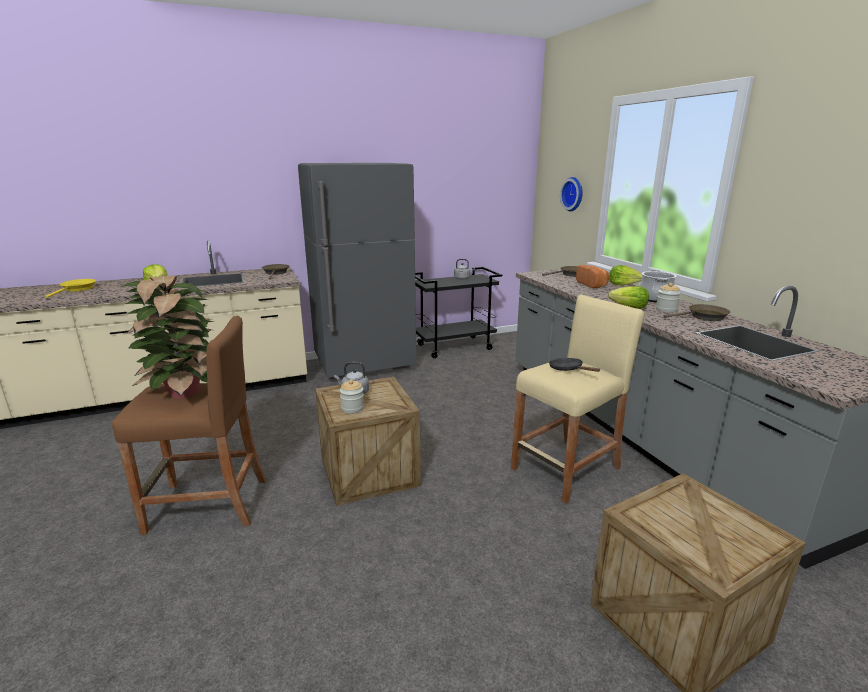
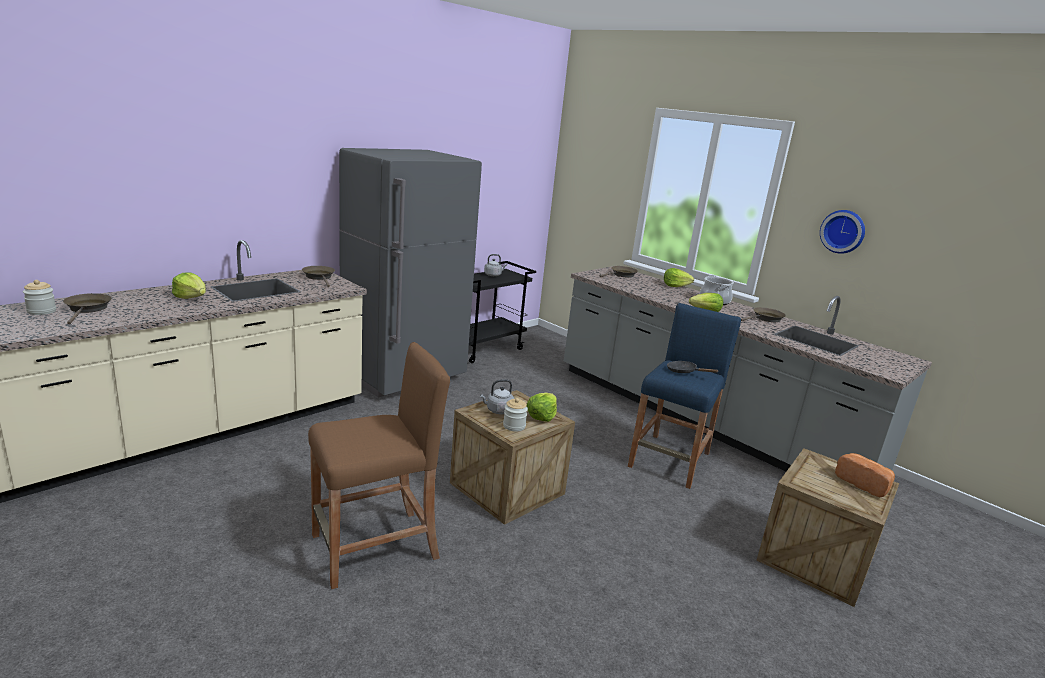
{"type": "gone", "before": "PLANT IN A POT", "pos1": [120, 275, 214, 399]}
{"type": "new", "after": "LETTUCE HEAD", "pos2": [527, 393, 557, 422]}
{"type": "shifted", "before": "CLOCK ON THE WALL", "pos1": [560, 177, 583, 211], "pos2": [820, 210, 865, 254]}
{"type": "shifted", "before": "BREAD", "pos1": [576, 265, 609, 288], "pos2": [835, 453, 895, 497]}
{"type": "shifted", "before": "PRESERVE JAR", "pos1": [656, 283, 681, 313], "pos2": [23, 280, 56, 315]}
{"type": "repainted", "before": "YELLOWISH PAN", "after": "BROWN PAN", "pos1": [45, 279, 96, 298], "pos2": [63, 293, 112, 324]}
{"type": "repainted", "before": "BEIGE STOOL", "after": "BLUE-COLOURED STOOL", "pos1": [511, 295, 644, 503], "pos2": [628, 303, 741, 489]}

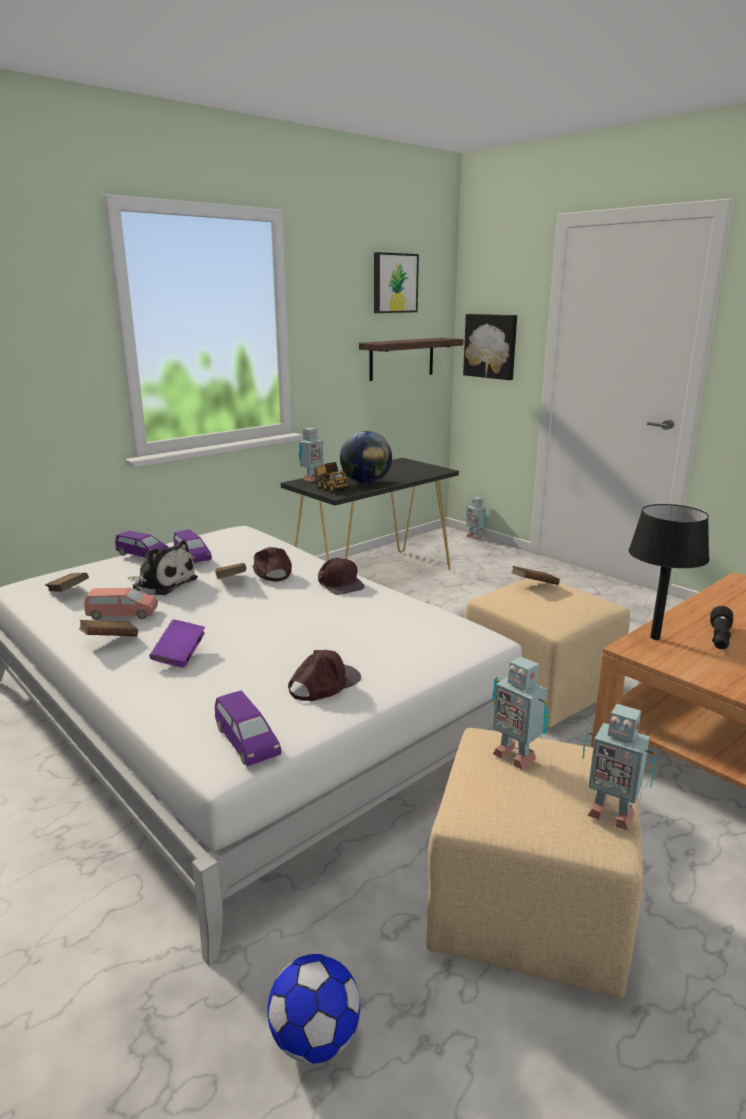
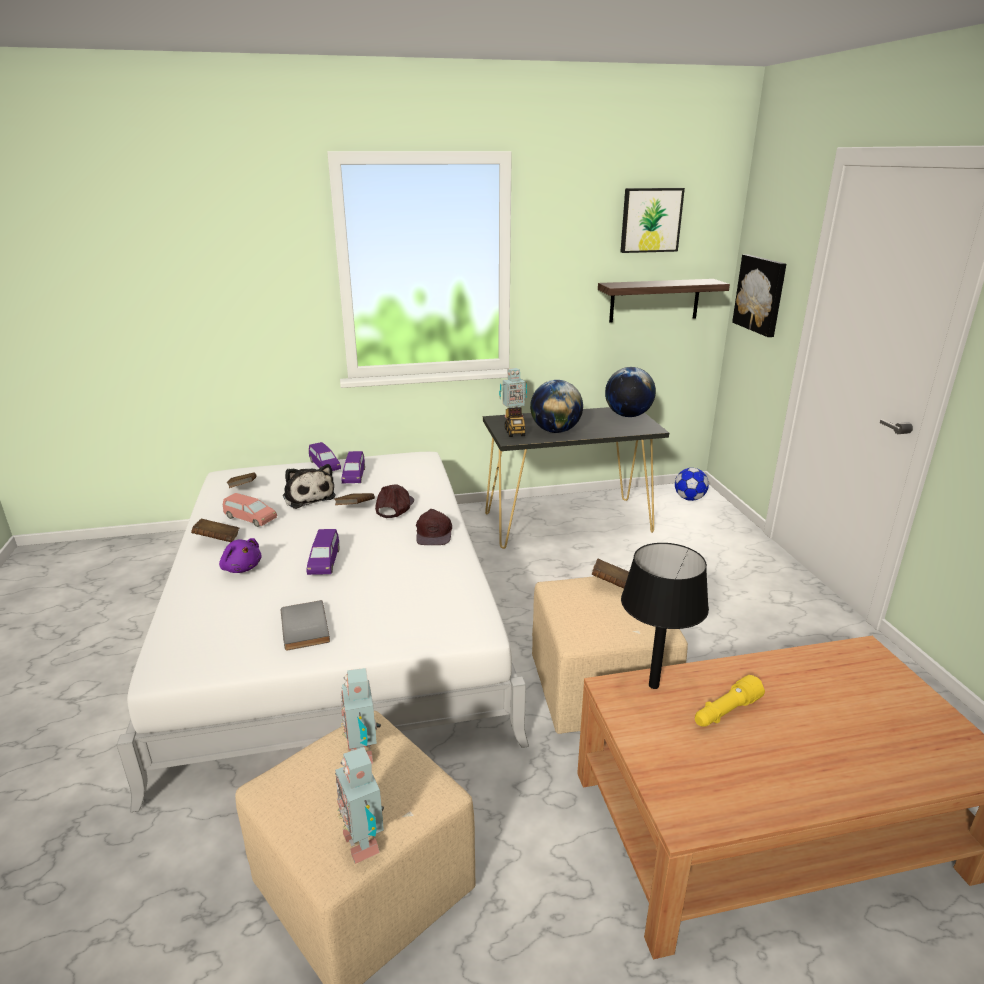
{"type": "gone", "before": "MODEL ROBOT", "pos1": [466, 497, 486, 540]}
{"type": "new", "after": "GLOBE", "pos2": [605, 367, 656, 417]}
{"type": "shifted", "before": "PURPLE-COLOURED TOY CAR", "pos1": [215, 690, 281, 766], "pos2": [306, 529, 339, 575]}
{"type": "shifted", "before": "FOOTBALL BALL", "pos1": [267, 954, 360, 1064], "pos2": [675, 468, 709, 501]}
{"type": "swapped", "before": "PURPLE-COLOURED BOOK", "after": "PURPLE-COLOURED PLUSH TOY", "pos1": [149, 619, 205, 668], "pos2": [219, 538, 262, 573]}
{"type": "swapped", "before": "BROWN PEAKED CAP", "after": "GREYISH BOOK", "pos1": [288, 650, 361, 701], "pos2": [281, 600, 330, 650]}
{"type": "repainted", "before": "BLACKISH FLASHLIGHT", "after": "YELLOWISH FLASHLIGHT", "pos1": [710, 606, 733, 649], "pos2": [695, 675, 765, 727]}

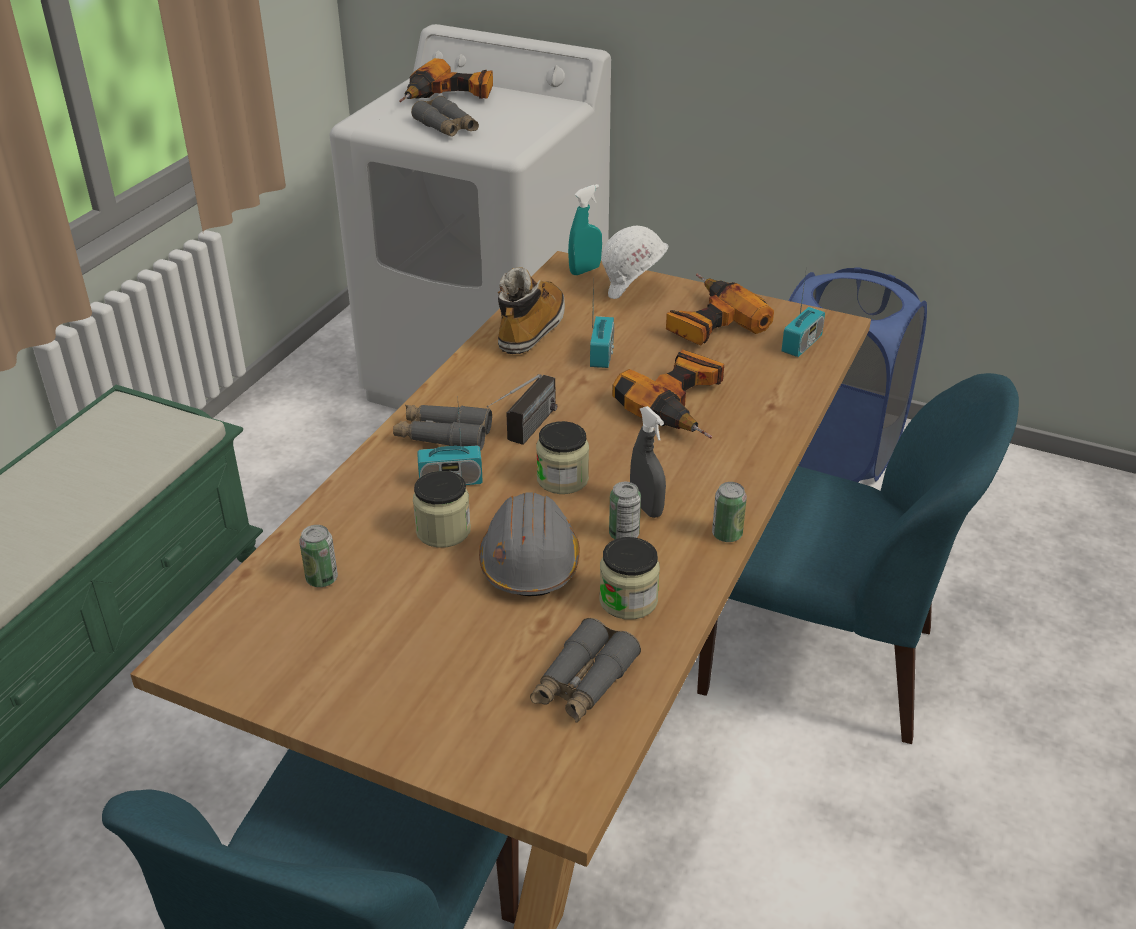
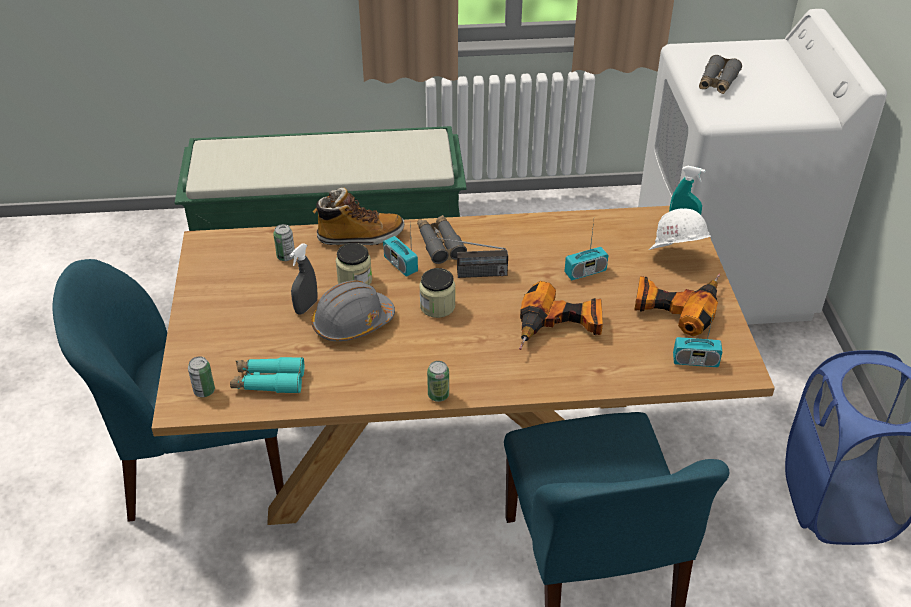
{"type": "gone", "before": "DRILL", "pos1": [399, 58, 493, 102]}
{"type": "gone", "before": "PRESERVE JAR", "pos1": [599, 537, 660, 620]}
{"type": "shifted", "before": "TALL BOOT", "pos1": [498, 267, 565, 354], "pos2": [312, 188, 404, 245]}
{"type": "shifted", "before": "SEALED CAN", "pos1": [609, 482, 641, 539], "pos2": [188, 356, 215, 397]}
{"type": "shifted", "before": "GREYISH SPRAYER", "pos1": [630, 406, 666, 518], "pos2": [290, 244, 318, 315]}
{"type": "repainted", "before": "GREYISH FIELD GLASSES", "after": "BLUE-GREEN FIELD GLASSES", "pos1": [530, 618, 641, 723], "pos2": [230, 357, 304, 394]}

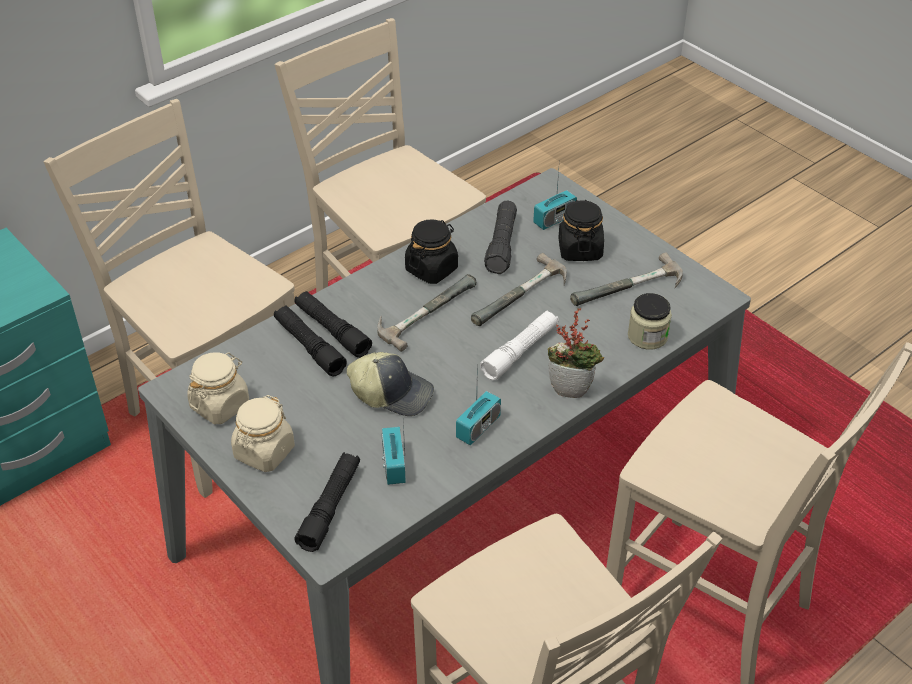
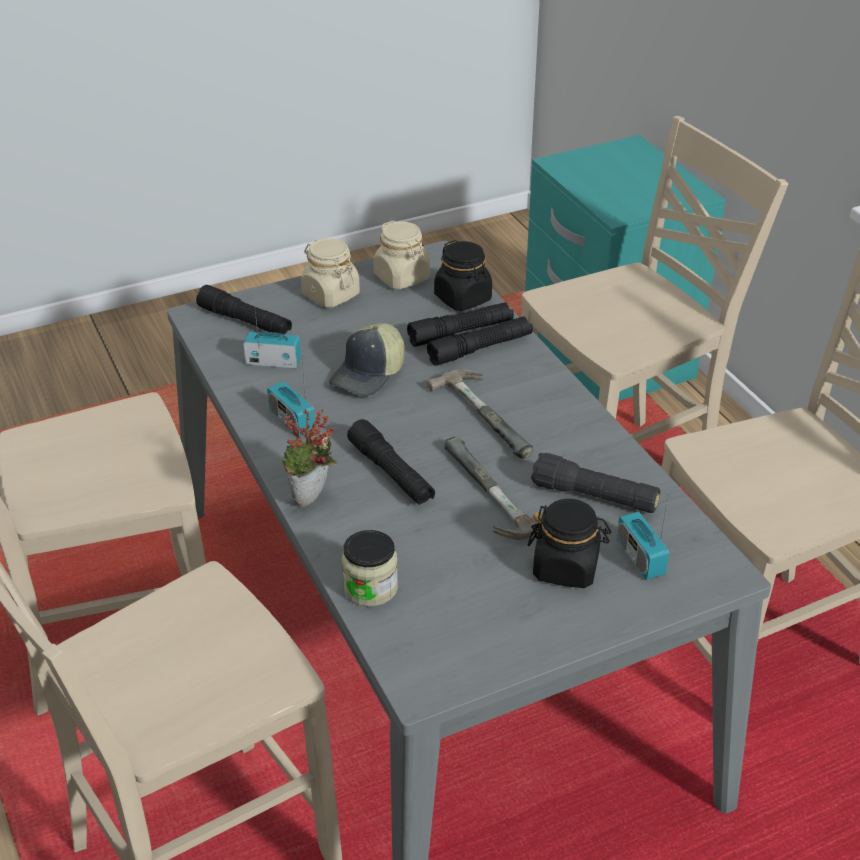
{"type": "gone", "before": "TOOL HAMMER", "pos1": [570, 253, 683, 306]}
{"type": "shifted", "before": "BLACKISH PRESERVE JAR", "pos1": [405, 219, 458, 284], "pos2": [434, 240, 492, 311]}
{"type": "repainted", "before": "WHITE-COLOURED FLASHLIGHT", "after": "BLACKISH FLASHLIGHT", "pos1": [480, 310, 559, 380], "pos2": [347, 419, 435, 505]}

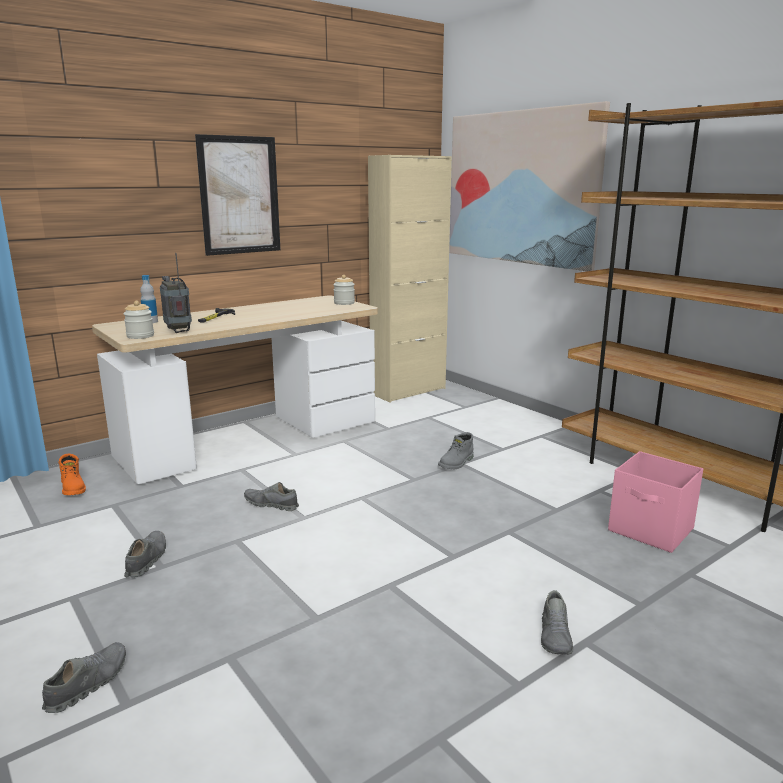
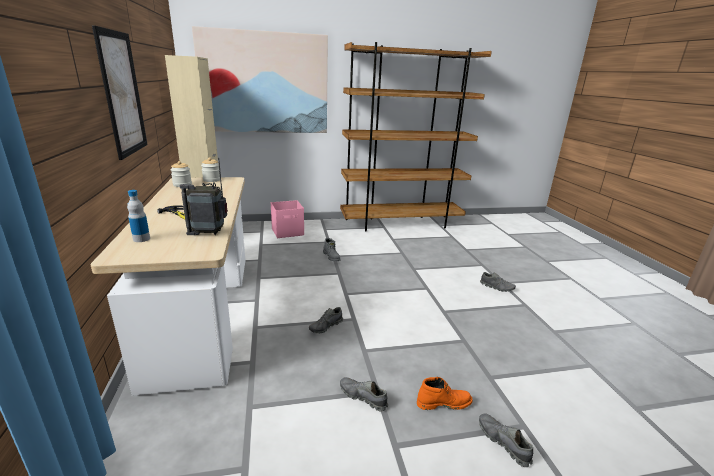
{"type": "shifted", "before": "ORANGEY TALL BOOT", "pos1": [59, 454, 86, 495], "pos2": [417, 377, 472, 410]}
{"type": "shifted", "before": "PRESERVE JAR", "pos1": [123, 301, 154, 339], "pos2": [170, 161, 192, 187]}
{"type": "shifted", "before": "PINK-COLOURED STORAGE CONTAINER", "pos1": [608, 451, 703, 553], "pos2": [271, 200, 304, 238]}

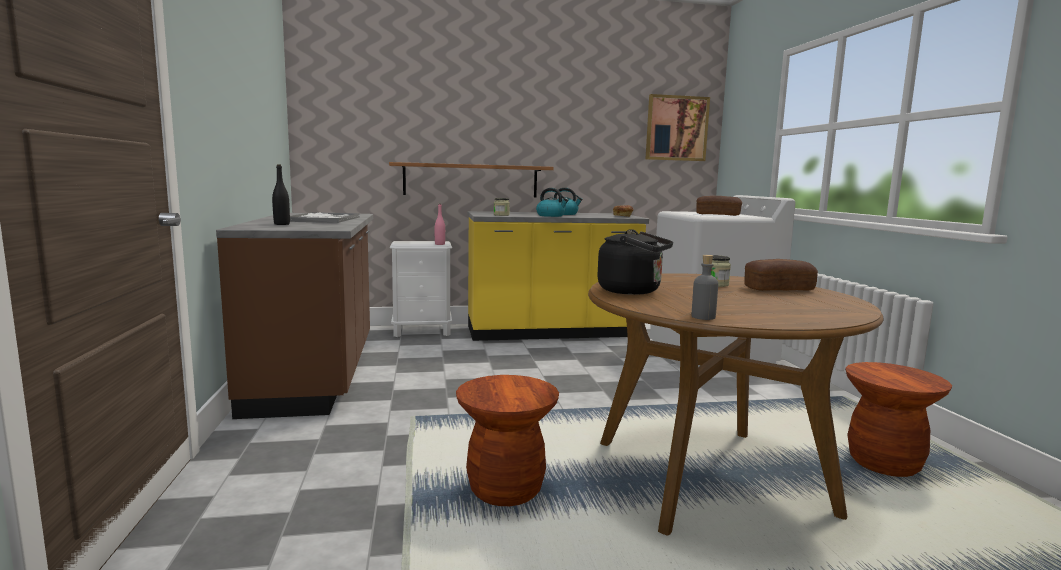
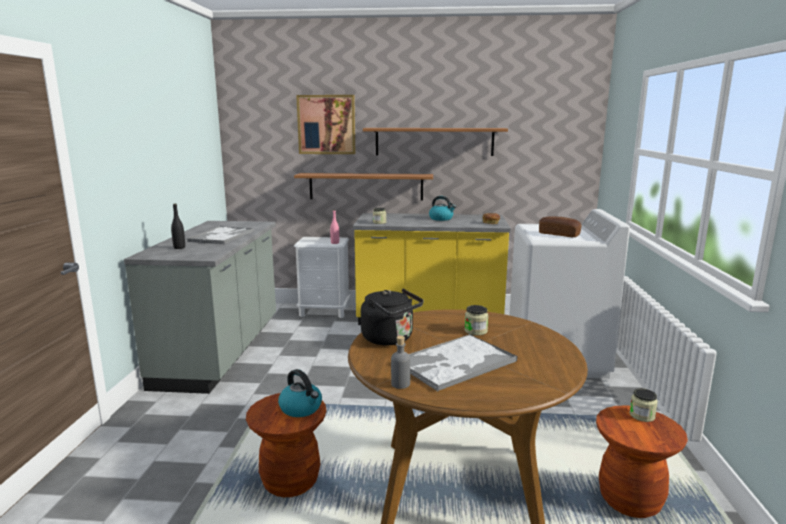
{"type": "gone", "before": "BREAD", "pos1": [744, 259, 818, 291]}
{"type": "new", "after": "SHELF", "pos2": [363, 128, 508, 156]}
{"type": "new", "after": "TRAY", "pos2": [409, 334, 518, 391]}
{"type": "new", "after": "PRESERVE JAR", "pos2": [629, 388, 658, 422]}
{"type": "shifted", "before": "TEA KETTLE", "pos1": [536, 188, 569, 217], "pos2": [278, 369, 322, 417]}
{"type": "shifted", "before": "PICTURE", "pos1": [646, 94, 710, 161], "pos2": [296, 95, 355, 154]}
{"type": "repainted", "before": "BROWN KITCHEN COUNTER", "after": "GREYISH KITCHEN COUNTER", "pos1": [216, 213, 373, 419], "pos2": [124, 221, 276, 394]}

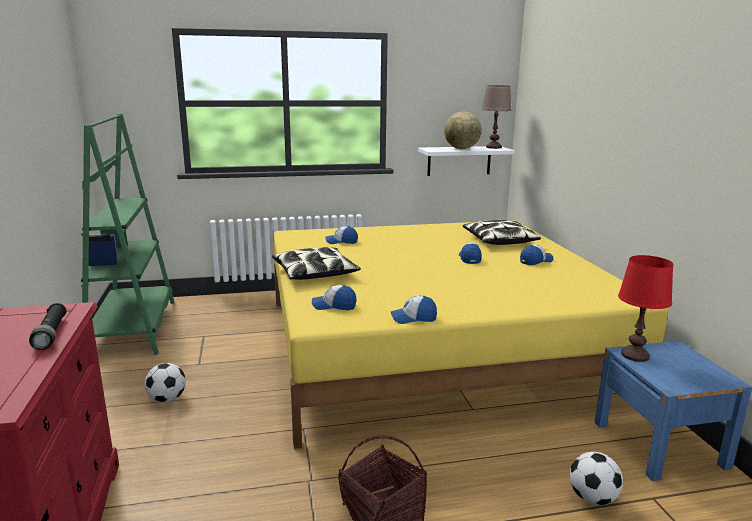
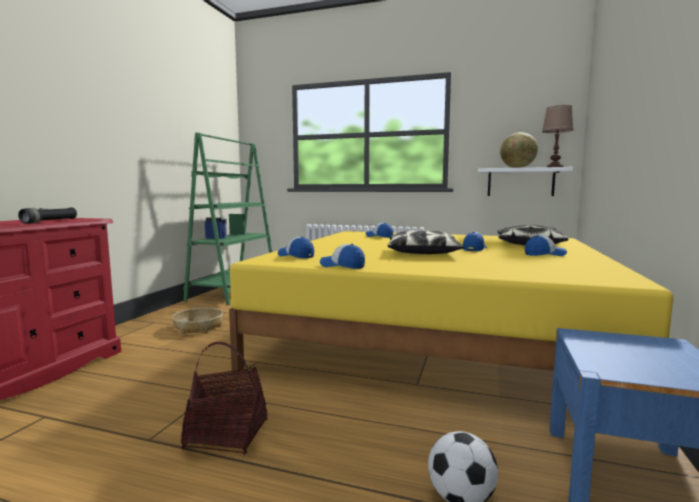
{"type": "gone", "before": "REDDISH LAMP FOR A TABLE", "pos1": [618, 255, 673, 362]}
{"type": "shifted", "before": "THROW PILLOW", "pos1": [272, 247, 361, 280], "pos2": [388, 230, 464, 254]}
{"type": "swapped", "before": "FOOTBALL BALL", "after": "STORAGE BASKET", "pos1": [145, 363, 186, 403], "pos2": [172, 308, 223, 334]}

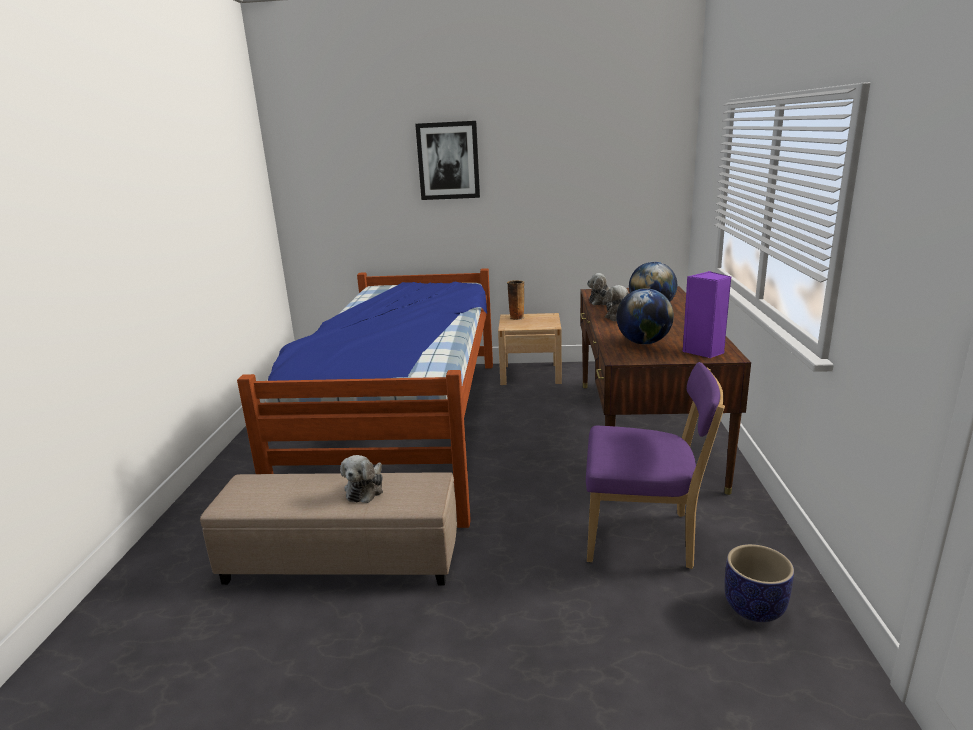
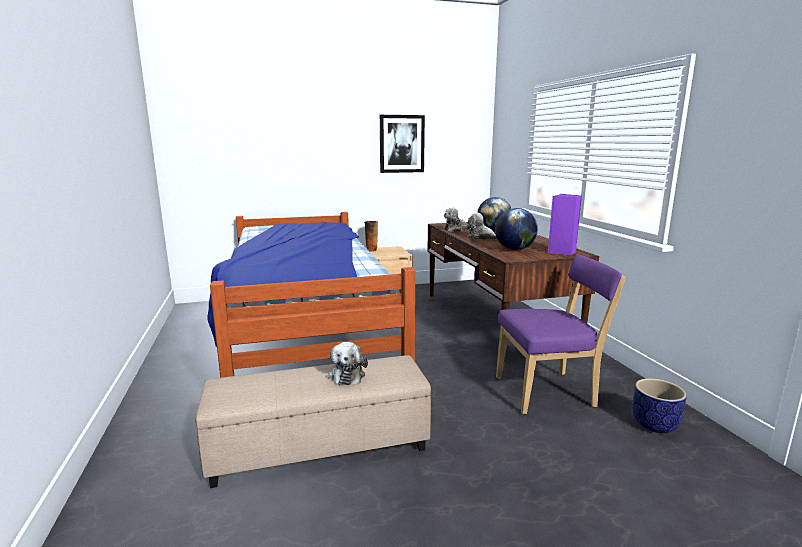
{"type": "shifted", "before": "PICTURE", "pos1": [415, 121, 480, 200], "pos2": [380, 115, 425, 173]}

